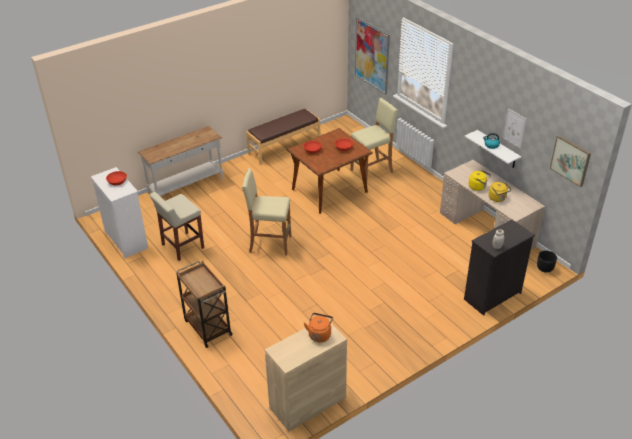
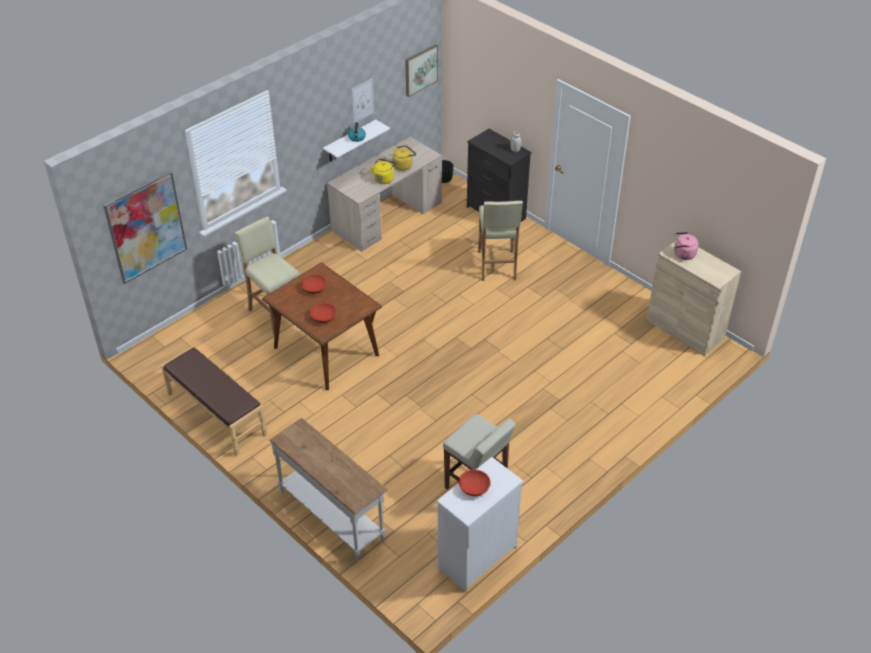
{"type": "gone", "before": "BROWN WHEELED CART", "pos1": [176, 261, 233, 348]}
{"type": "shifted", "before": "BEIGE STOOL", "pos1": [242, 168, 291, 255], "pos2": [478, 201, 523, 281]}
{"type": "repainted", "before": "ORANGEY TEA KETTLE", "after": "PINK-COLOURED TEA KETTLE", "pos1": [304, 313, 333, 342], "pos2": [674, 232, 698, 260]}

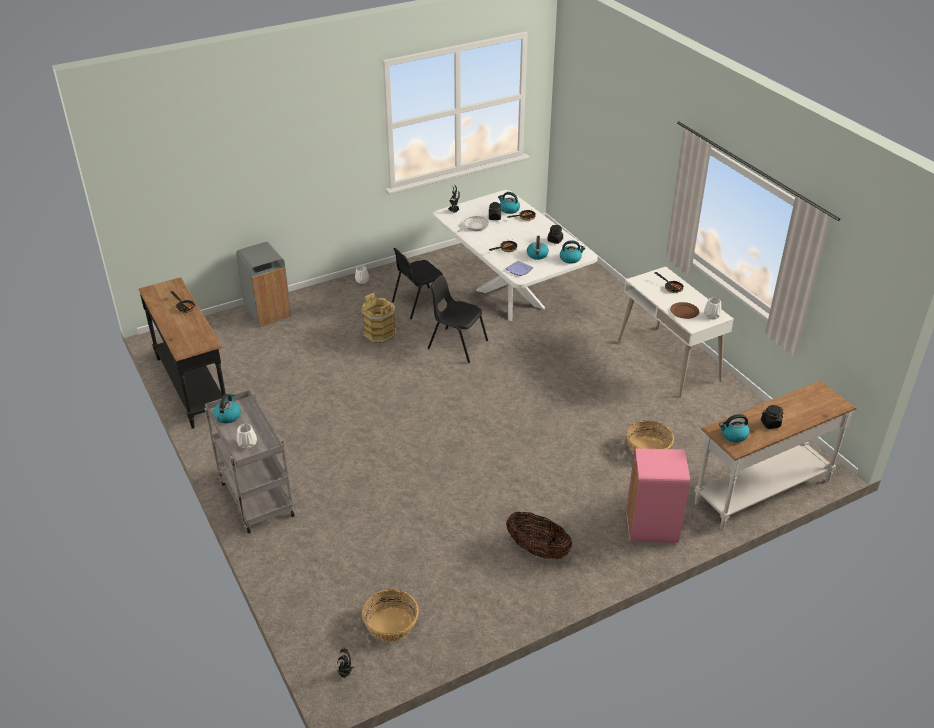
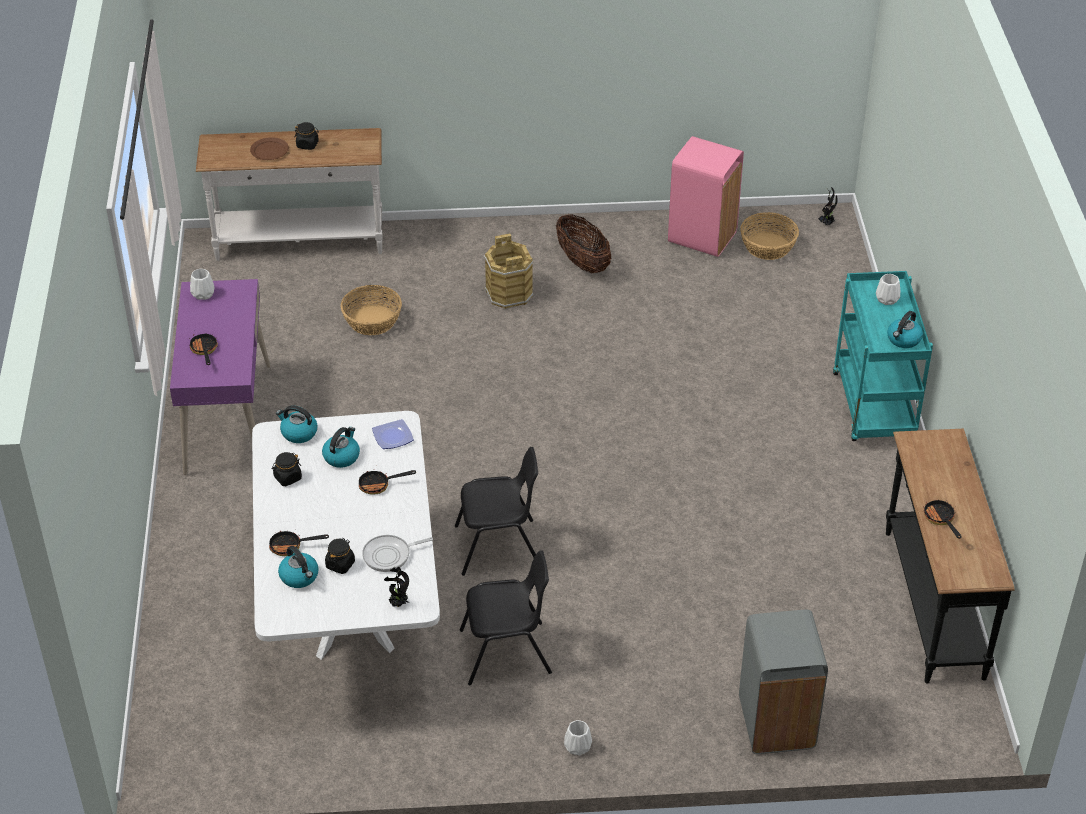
{"type": "gone", "before": "TEA KETTLE", "pos1": [719, 414, 750, 442]}
{"type": "shifted", "before": "BROWN BUCKET", "pos1": [361, 293, 396, 343], "pos2": [484, 234, 533, 309]}
{"type": "shifted", "before": "PINK-COLOURED RUBBISH BIN", "pos1": [626, 448, 690, 543], "pos2": [668, 136, 744, 257]}
{"type": "shifted", "before": "BROWN DINNER PLATE", "pos1": [670, 302, 699, 319], "pos2": [250, 137, 289, 160]}
{"type": "repainted", "before": "GREYISH WHEELED CART", "after": "BLUE-GREEN WHEELED CART", "pos1": [205, 390, 295, 534], "pos2": [833, 271, 933, 441]}
{"type": "repainted", "before": "WHITE-COLOURED DESK UNIT", "after": "PURPLE-COLOURED DESK UNIT", "pos1": [618, 267, 734, 397], "pos2": [170, 279, 270, 475]}
{"type": "rotated", "before": "BLACKISH CHAIR", "pos1": [428, 275, 488, 363], "pos2": [455, 447, 538, 576], "turn": -60}

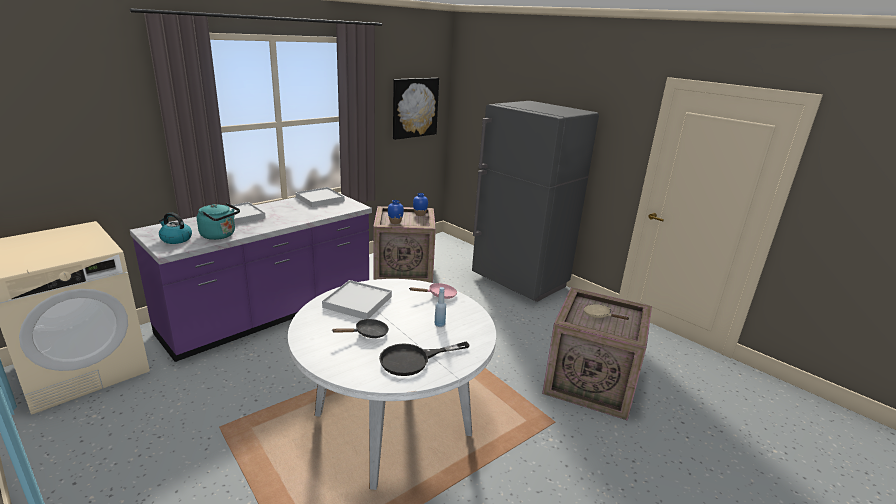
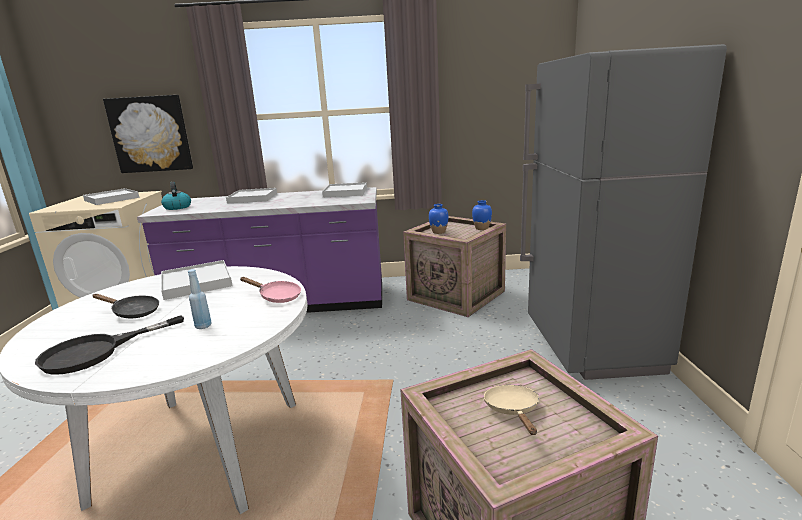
{"type": "gone", "before": "BLUE-GREEN TEA KETTLE", "pos1": [197, 203, 240, 240]}
{"type": "new", "after": "WHITE-COLOURED TRAY", "pos2": [83, 188, 139, 205]}
{"type": "shifted", "before": "PICTURE", "pos1": [393, 78, 439, 140], "pos2": [103, 95, 193, 173]}
{"type": "rotated", "before": "BLACKISH PAN", "pos1": [379, 342, 470, 376], "pos2": [35, 315, 184, 375], "turn": -60}

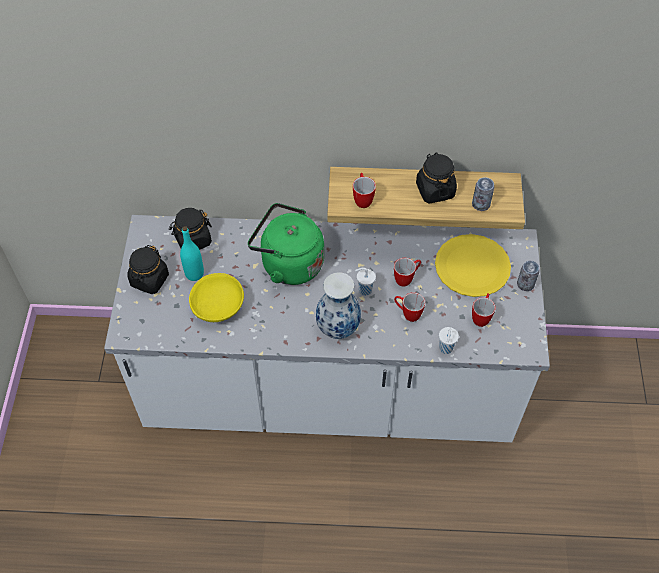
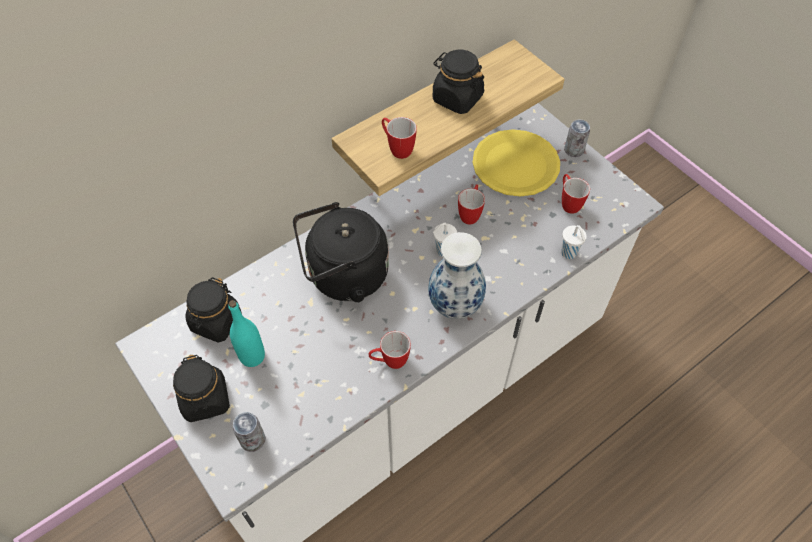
{"type": "gone", "before": "YELLOWISH DEEP DISH", "pos1": [189, 273, 244, 322]}
{"type": "shifted", "before": "MUG", "pos1": [394, 292, 425, 322], "pos2": [368, 331, 411, 369]}
{"type": "shifted", "before": "SEALED CAN", "pos1": [472, 177, 495, 211], "pos2": [233, 412, 265, 452]}
{"type": "repainted", "before": "GREEN TEA KETTLE", "after": "BLACKISH TEA KETTLE", "pos1": [248, 203, 324, 285], "pos2": [293, 202, 389, 302]}

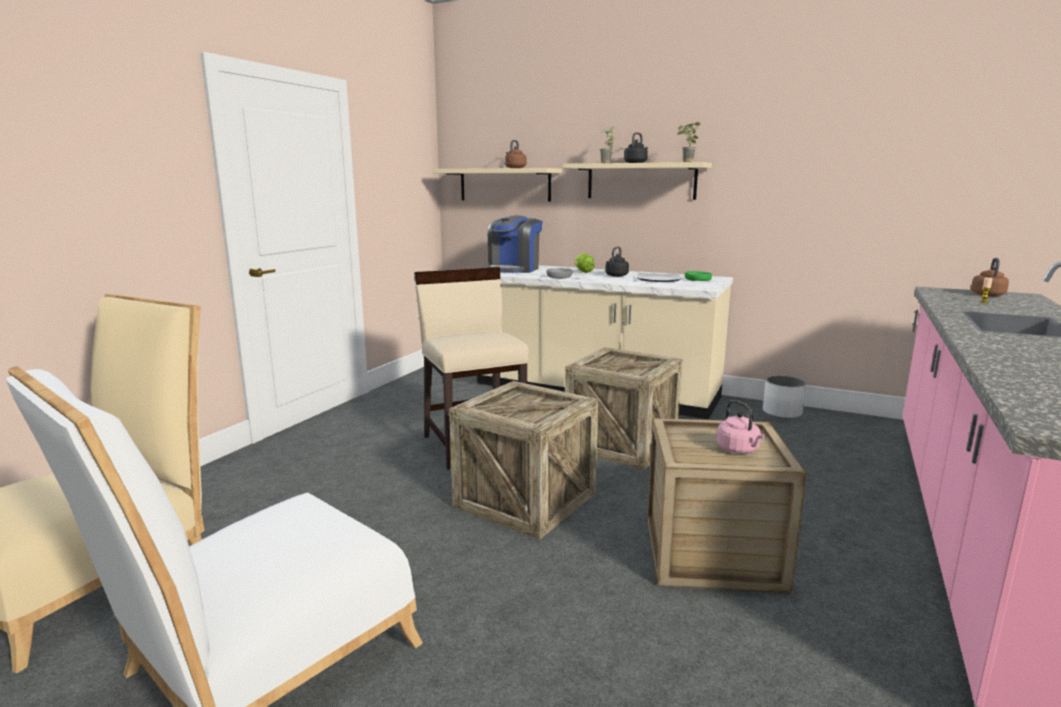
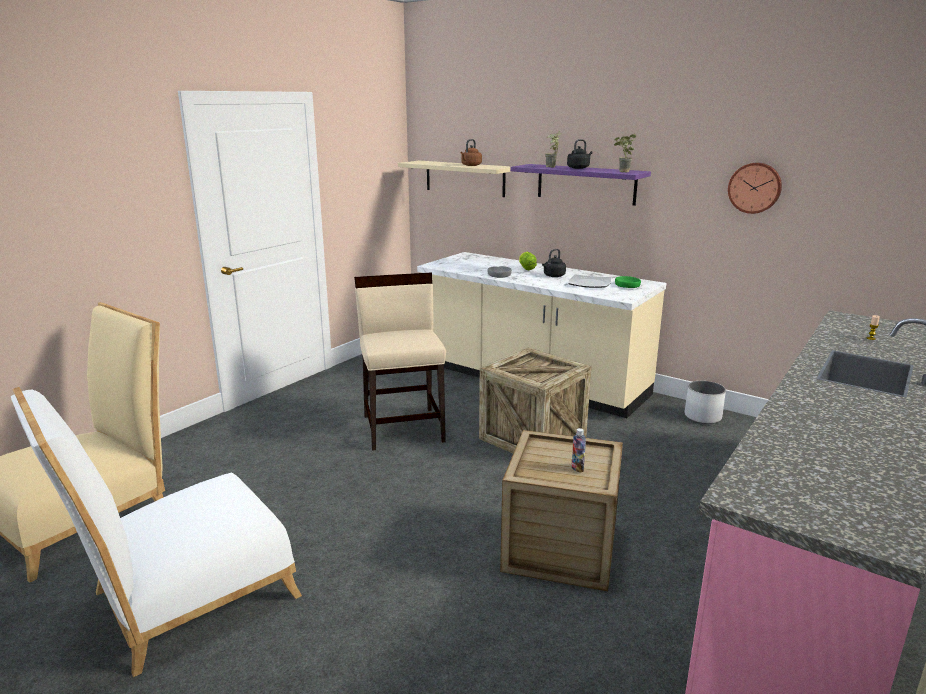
{"type": "gone", "before": "SHIPPING CRATE", "pos1": [449, 381, 598, 539]}
{"type": "gone", "before": "COFFEE MAKER", "pos1": [488, 215, 542, 273]}
{"type": "gone", "before": "BROWN TEA KETTLE", "pos1": [971, 258, 1009, 296]}
{"type": "new", "after": "CLOCK ON THE WALL", "pos2": [728, 162, 782, 214]}
{"type": "swapped", "before": "PINK-COLOURED TEA KETTLE", "after": "BOTTLE", "pos1": [717, 400, 765, 454], "pos2": [571, 428, 586, 473]}
{"type": "repainted", "before": "BEIGE SHELF", "after": "PURPLE-COLOURED SHELF", "pos1": [563, 162, 712, 200], "pos2": [510, 164, 651, 206]}

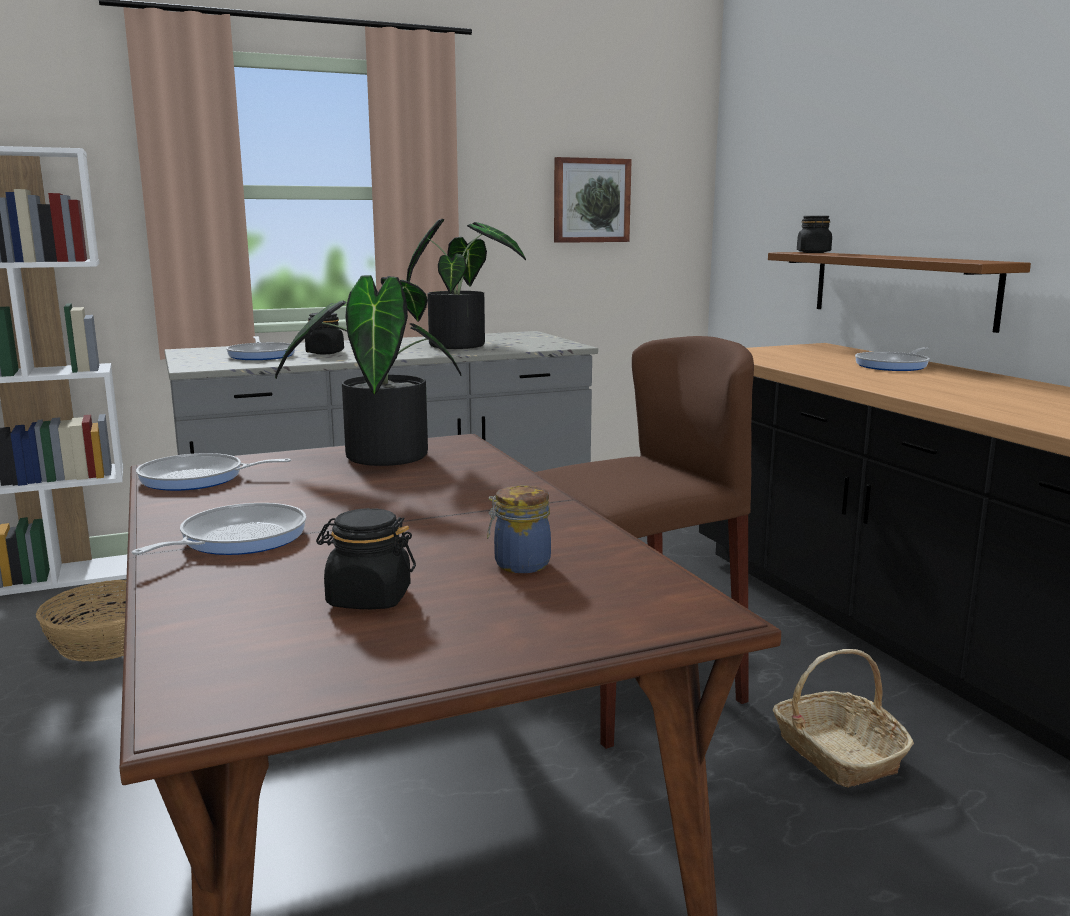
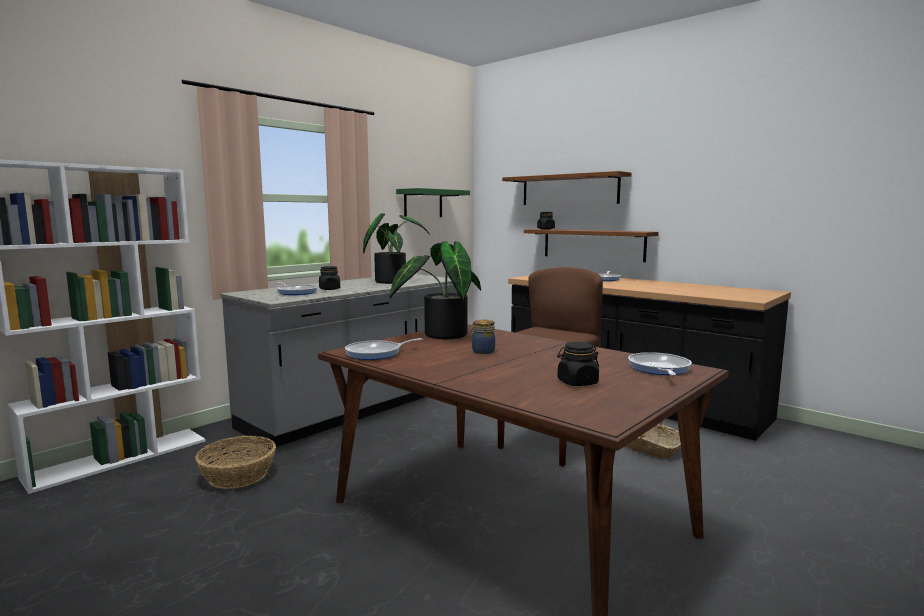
{"type": "new", "after": "BROWN SHELF", "pos2": [502, 171, 631, 205]}
{"type": "shifted", "before": "PAN", "pos1": [131, 503, 306, 555], "pos2": [628, 352, 692, 376]}
{"type": "shifted", "before": "PRESERVE JAR", "pos1": [487, 485, 551, 573], "pos2": [470, 319, 495, 354]}
{"type": "swapped", "before": "PICTURE", "after": "GREEN SHELF", "pos1": [554, 157, 632, 243], "pos2": [396, 188, 470, 217]}

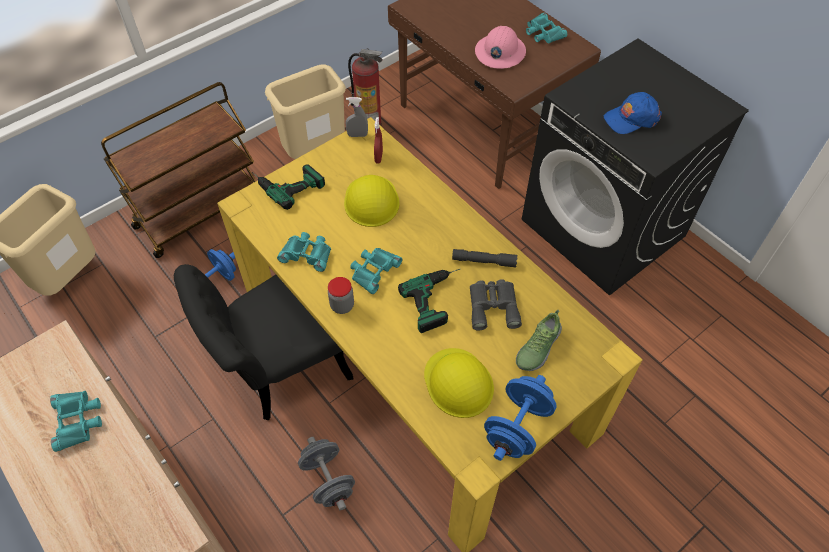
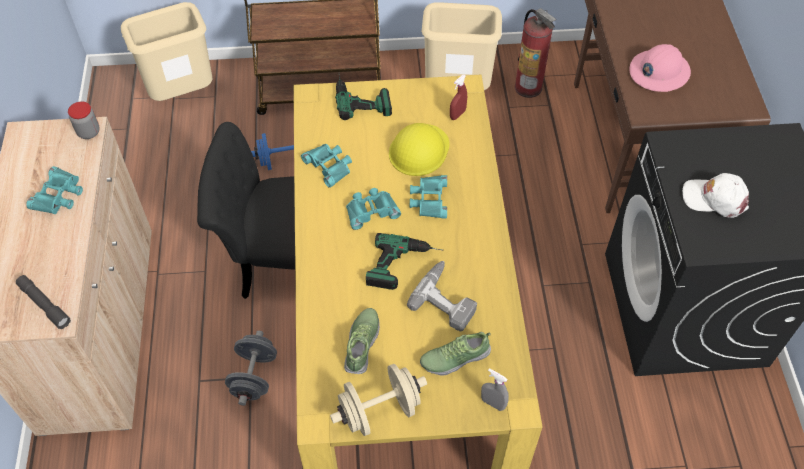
{"type": "shifted", "before": "PRESERVE JAR", "pos1": [328, 277, 354, 314], "pos2": [68, 101, 100, 139]}
{"type": "shifted", "before": "GREYISH SPRAYER", "pos1": [346, 97, 368, 137], "pos2": [481, 368, 509, 411]}
{"type": "shifted", "before": "GREYISH FLASHLIGHT", "pos1": [452, 249, 518, 268], "pos2": [16, 275, 71, 329]}
{"type": "shifted", "before": "BLUE-GREEN FIELD GLASSES", "pos1": [526, 12, 567, 43], "pos2": [410, 175, 447, 219]}
{"type": "swapped", "before": "YELLOWISH HARD HAT", "after": "LOW SHOE", "pos1": [424, 348, 494, 418], "pos2": [344, 308, 380, 374]}
{"type": "swapped", "before": "GREYISH FIELD GLASSES", "after": "DRILL", "pos1": [470, 279, 522, 331], "pos2": [407, 261, 477, 331]}
{"type": "repainted", "before": "BLUE-COLOURED FREE WEIGHT", "after": "BEIGE FREE WEIGHT", "pos1": [484, 375, 557, 461], "pos2": [330, 364, 427, 436]}
{"type": "repainted", "before": "BLUE-COLOURED PEAKED CAP", "after": "WHITE-COLOURED PEAKED CAP", "pos1": [604, 92, 662, 134], "pos2": [682, 173, 749, 218]}

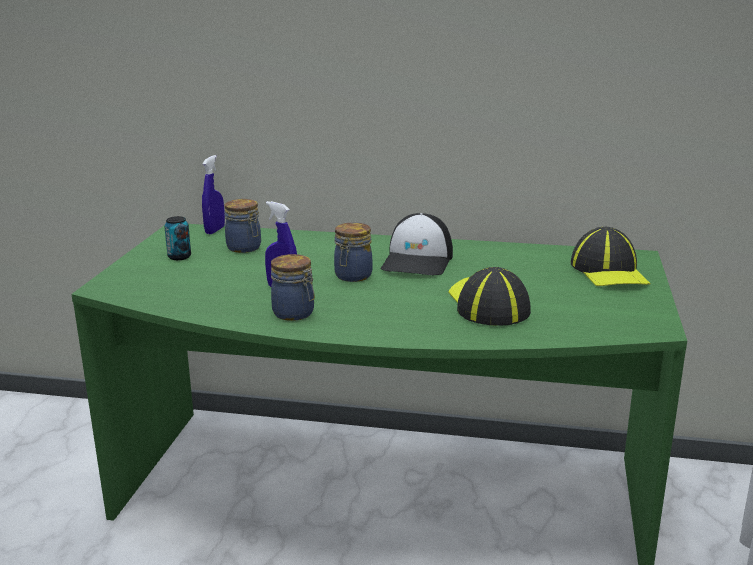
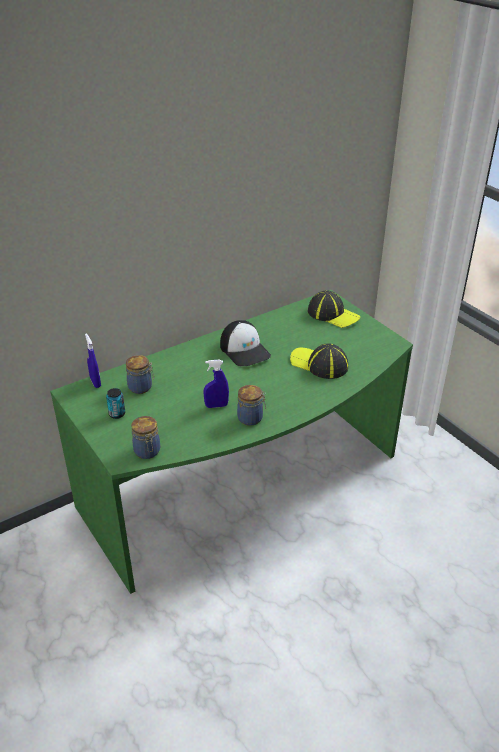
{"type": "shifted", "before": "PRESERVE JAR", "pos1": [334, 222, 372, 282], "pos2": [131, 416, 160, 459]}

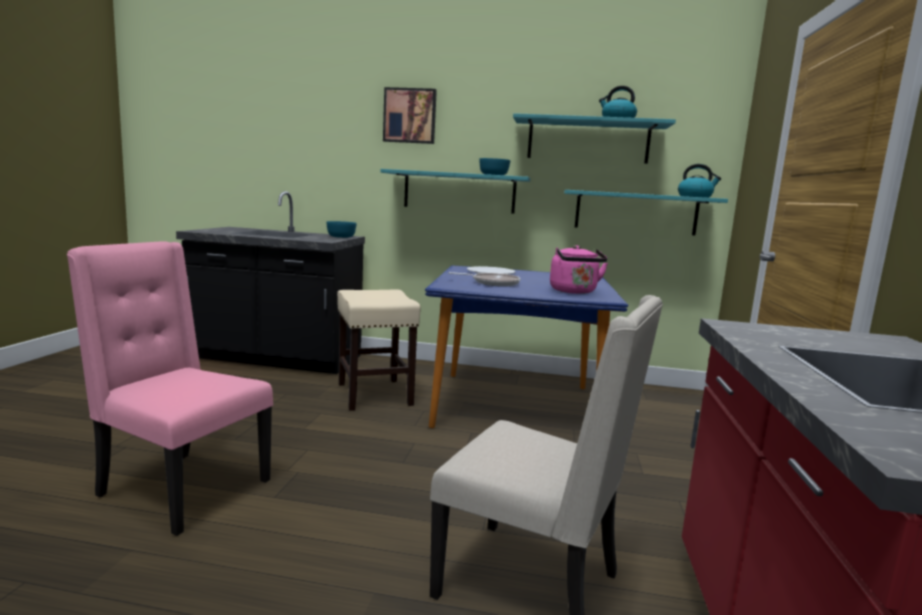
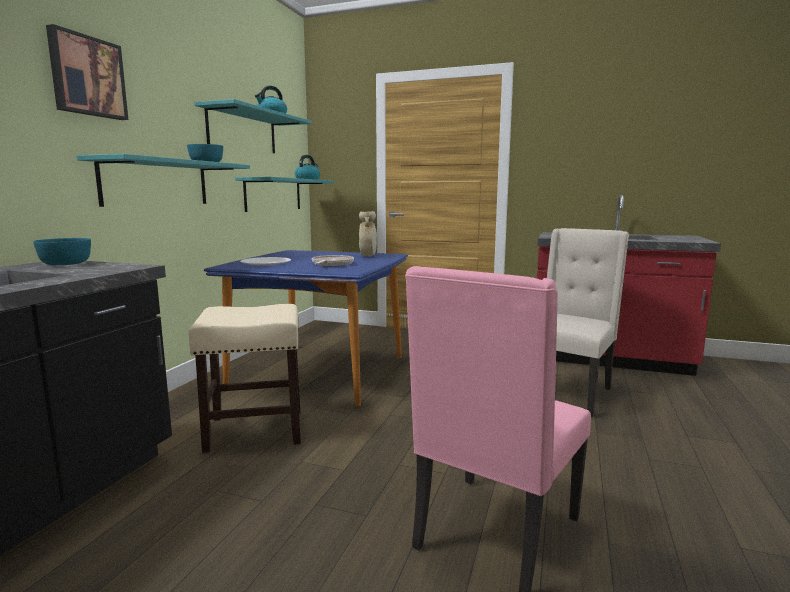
{"type": "swapped", "before": "PINK-COLOURED TEA KETTLE", "after": "BEIGE DECORATIVE VASE", "pos1": [550, 245, 608, 294], "pos2": [359, 211, 377, 257]}

